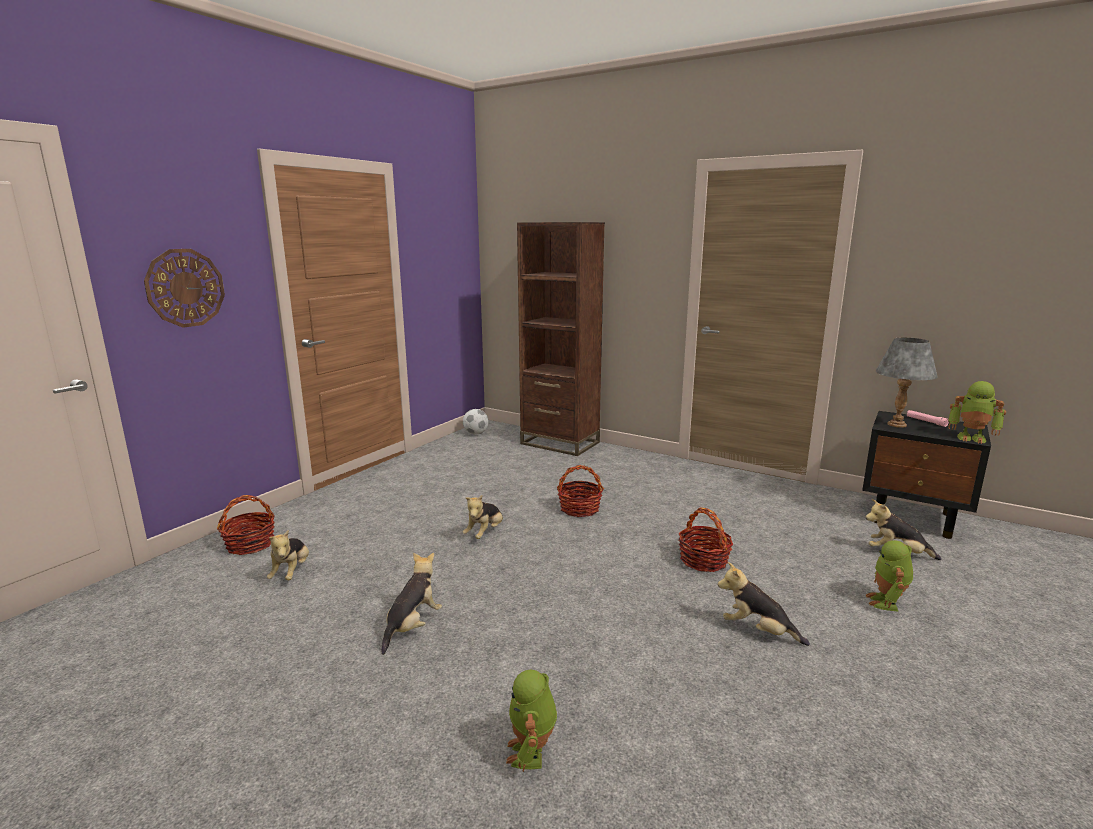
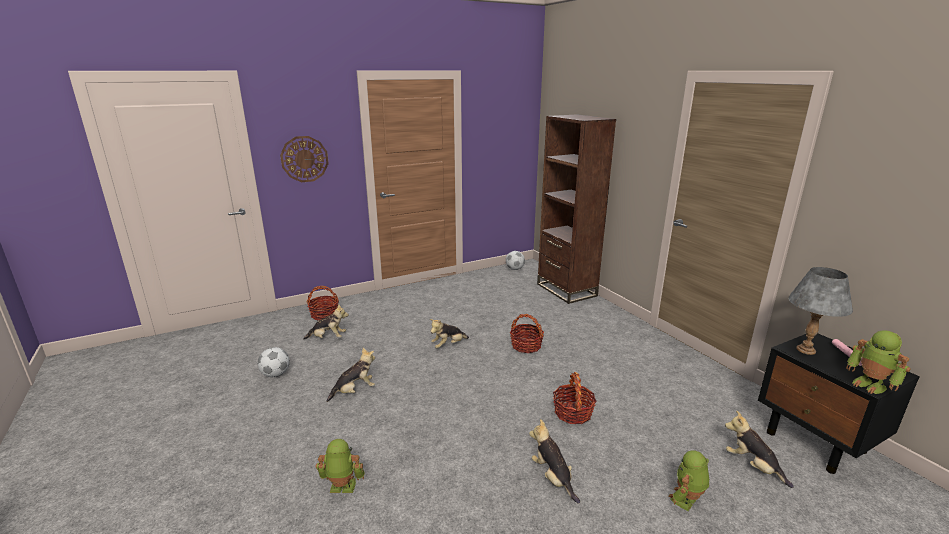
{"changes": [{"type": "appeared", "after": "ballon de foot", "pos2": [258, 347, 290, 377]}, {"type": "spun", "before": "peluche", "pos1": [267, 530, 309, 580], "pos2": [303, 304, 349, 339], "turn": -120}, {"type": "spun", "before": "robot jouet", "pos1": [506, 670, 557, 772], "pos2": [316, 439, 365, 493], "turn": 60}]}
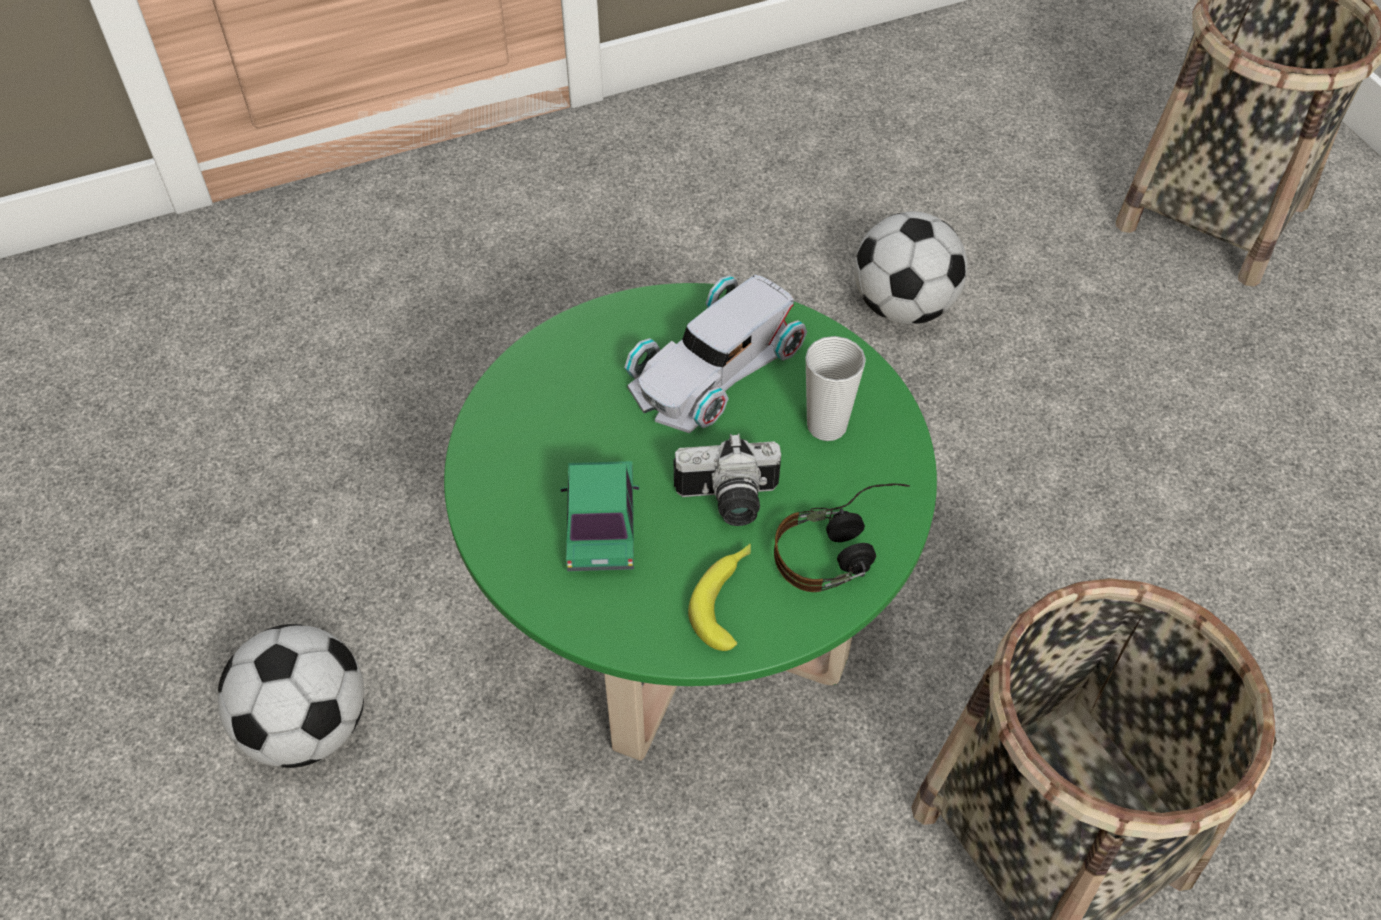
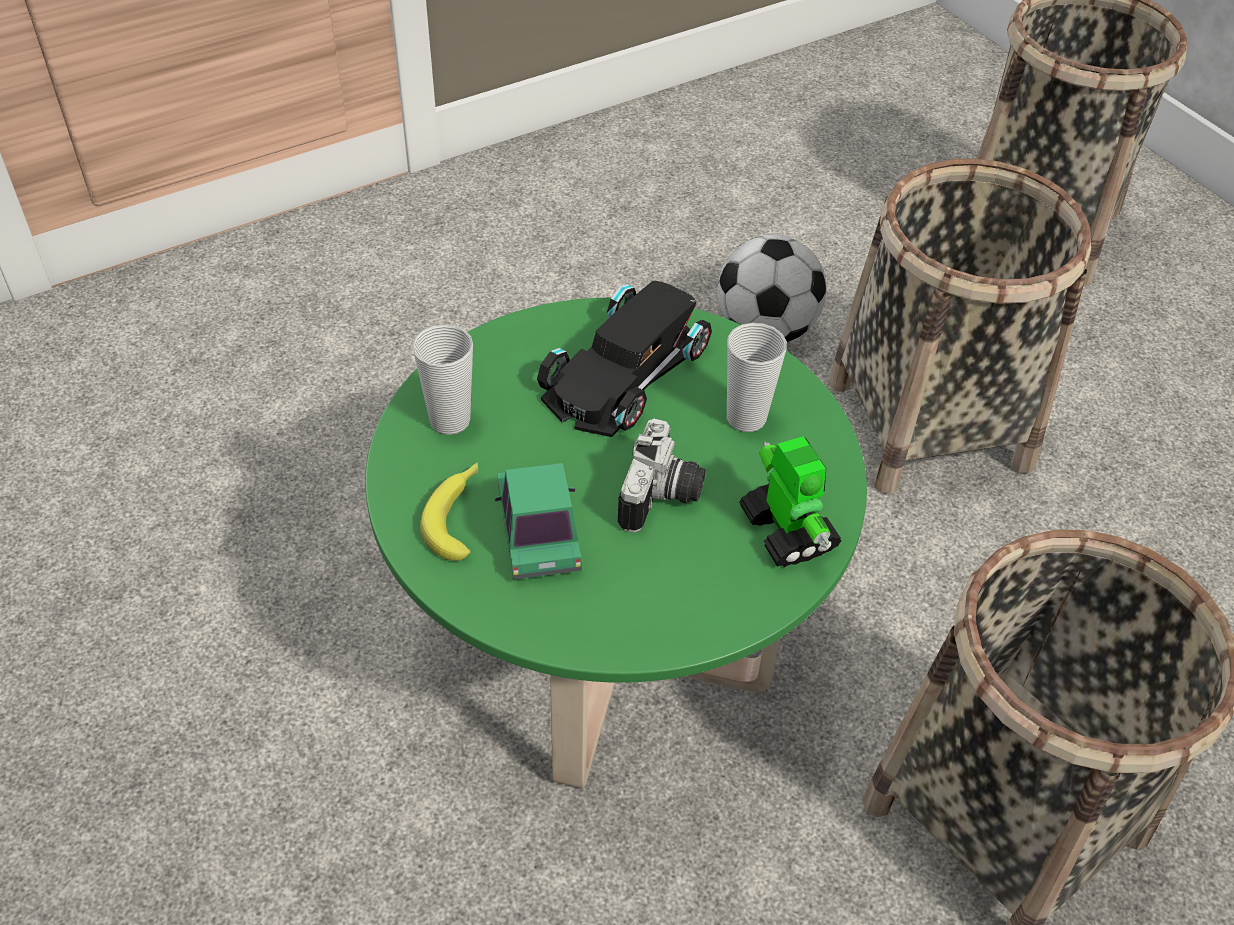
{"changes": [{"type": "missing", "before": "ballon de foot", "pos1": [218, 624, 364, 768]}, {"type": "appeared", "after": "tasse", "pos2": [412, 324, 473, 435]}, {"type": "appeared", "after": "panier", "pos2": [828, 159, 1091, 494]}, {"type": "relocated", "before": "banane", "pos1": [688, 544, 751, 651], "pos2": [420, 463, 478, 561]}, {"type": "exchanged", "before": "casque audio", "after": "robot jouet", "pos1": [774, 483, 910, 592], "pos2": [739, 436, 841, 567]}, {"type": "colour", "before": "petite voiture/blanc", "after": "petite voiture/noir", "pos1": [624, 275, 807, 433], "pos2": [537, 281, 712, 437]}, {"type": "spun", "before": "appareil photo", "pos1": [674, 433, 781, 526], "pos2": [618, 419, 706, 533], "turn": -60}]}
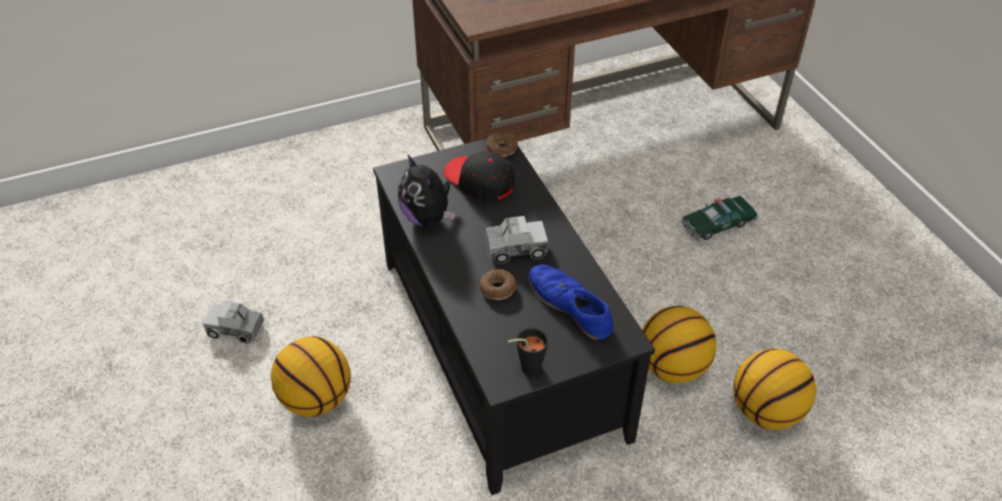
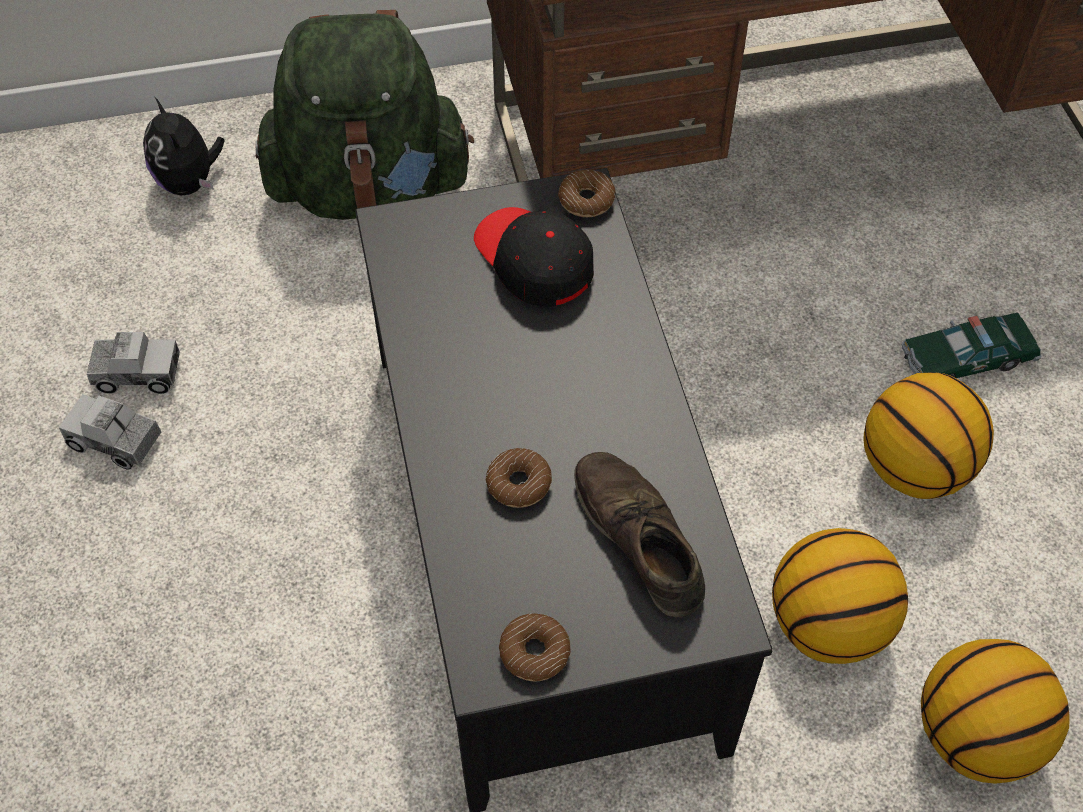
{"changes": [{"type": "appeared", "after": "sac à dos/vert", "pos2": [255, 10, 474, 220]}, {"type": "relocated", "before": "ballon de basket", "pos1": [271, 336, 351, 417], "pos2": [863, 372, 994, 499]}, {"type": "relocated", "before": "peluche", "pos1": [398, 155, 455, 227], "pos2": [143, 98, 225, 196]}, {"type": "relocated", "before": "camion jouet", "pos1": [485, 216, 548, 264], "pos2": [87, 332, 180, 394]}, {"type": "exchanged", "before": "tasse/noir", "after": "beignet", "pos1": [508, 328, 548, 376], "pos2": [499, 613, 571, 681]}, {"type": "colour", "before": "chaussure/bleu", "after": "chaussure/marron", "pos1": [528, 265, 613, 340], "pos2": [574, 452, 705, 617]}]}
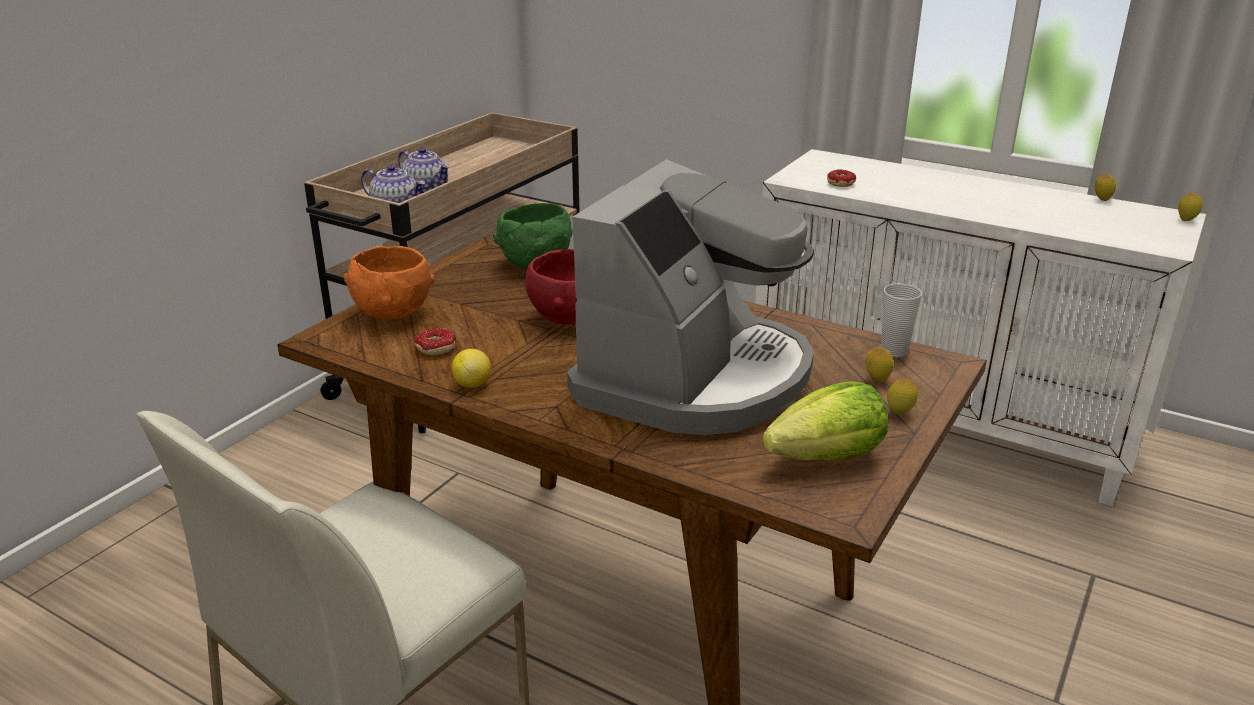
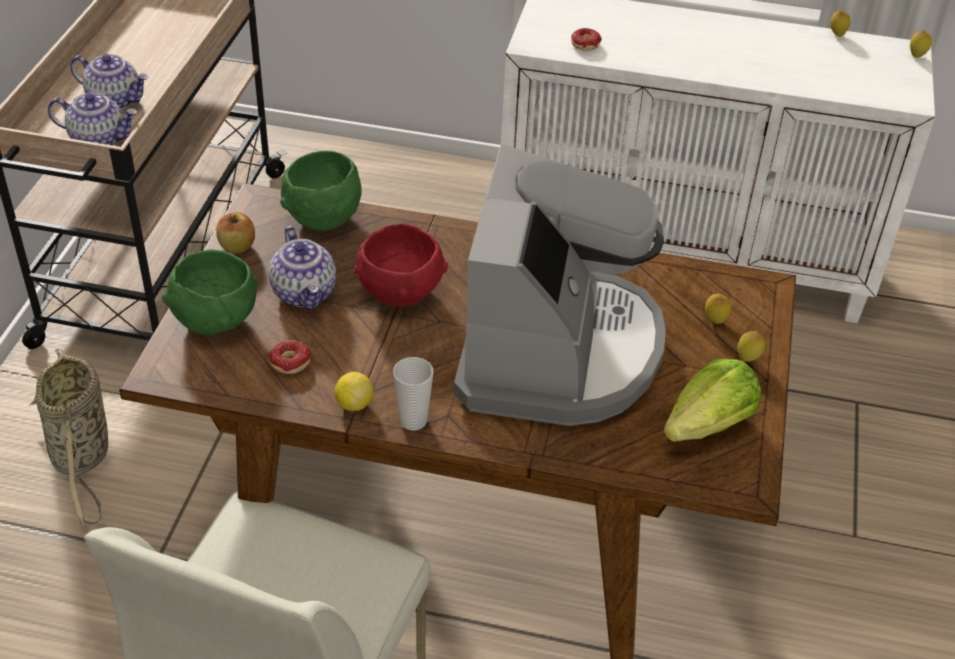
{"changes": [{"type": "appeared", "after": "panier", "pos2": [29, 349, 108, 525]}, {"type": "appeared", "after": "pomme", "pos2": [216, 212, 255, 254]}, {"type": "appeared", "after": "théière", "pos2": [269, 226, 336, 310]}, {"type": "relocated", "before": "tasse", "pos1": [881, 283, 922, 358], "pos2": [393, 357, 433, 431]}, {"type": "colour", "before": "bol/orange", "after": "bol/vert", "pos1": [344, 246, 435, 319], "pos2": [162, 249, 258, 335]}]}
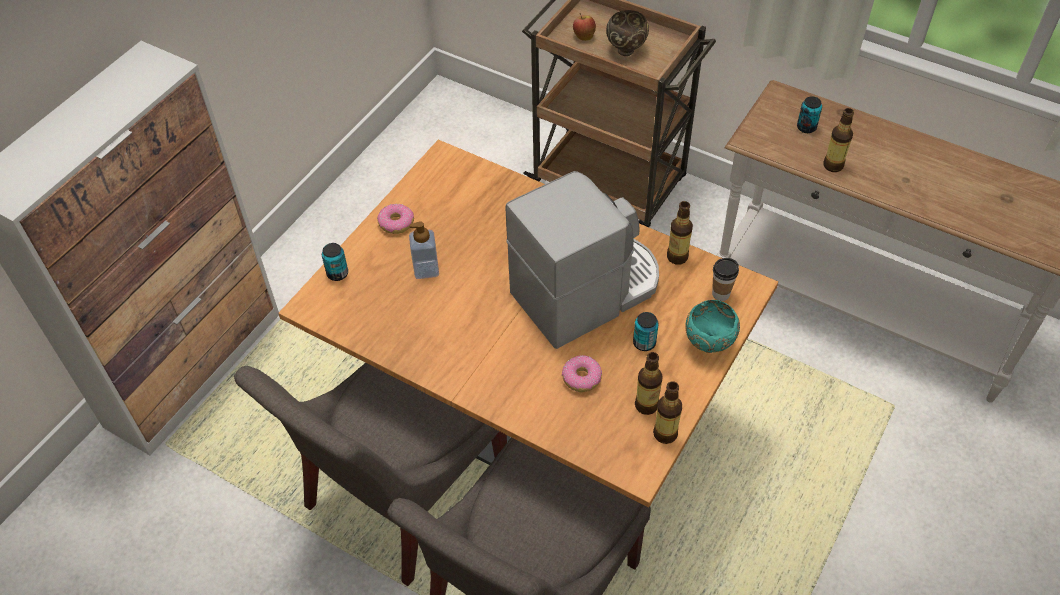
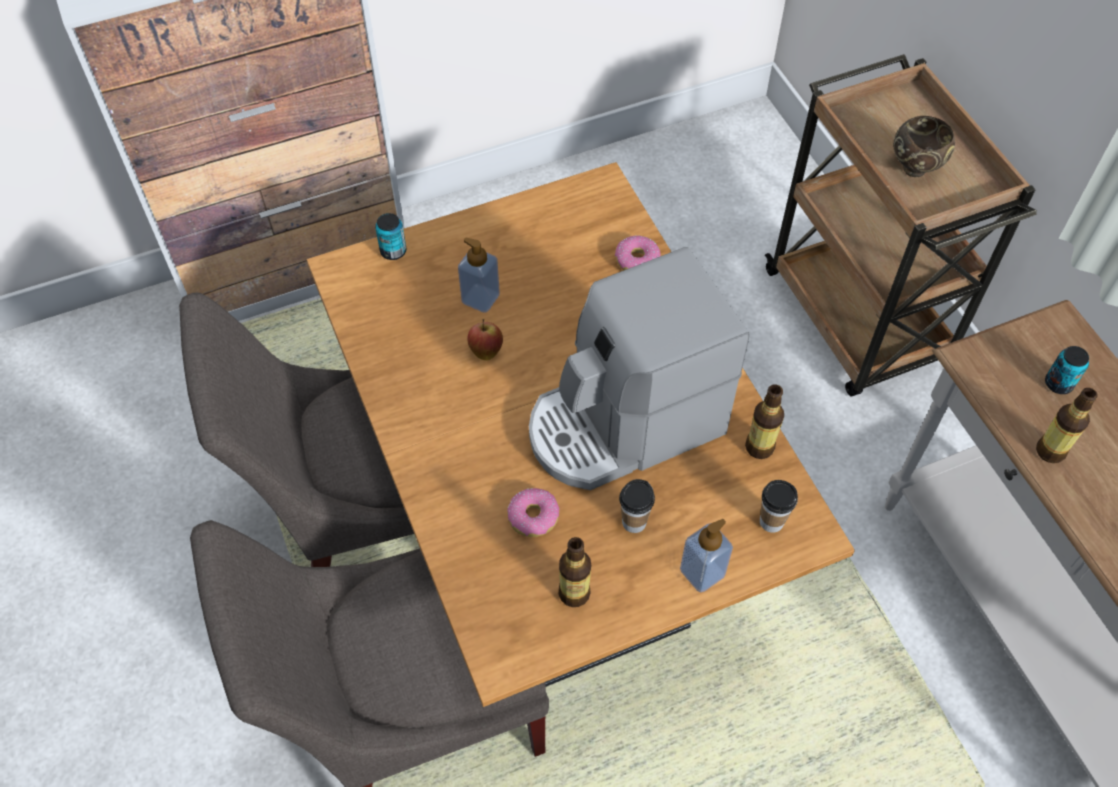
{"changes": [{"type": "missing", "before": "bouteille", "pos1": [653, 381, 682, 444]}, {"type": "relocated", "before": "beignet", "pos1": [377, 204, 414, 234], "pos2": [615, 235, 661, 270]}, {"type": "relocated", "before": "pomme", "pos1": [573, 13, 596, 41], "pos2": [468, 319, 503, 361]}, {"type": "exchanged", "before": "boîte métallique", "after": "tasse", "pos1": [633, 312, 659, 351], "pos2": [619, 479, 655, 533]}, {"type": "exchanged", "before": "bol/turquoise", "after": "distributeur de savon", "pos1": [685, 300, 740, 353], "pos2": [680, 519, 733, 592]}, {"type": "spun", "before": "machine à café", "pos1": [505, 171, 659, 349], "pos2": [529, 247, 749, 490], "turn": 150}]}
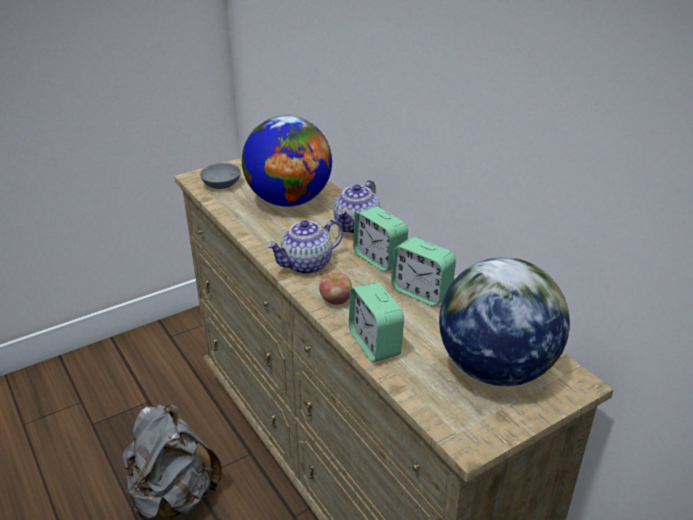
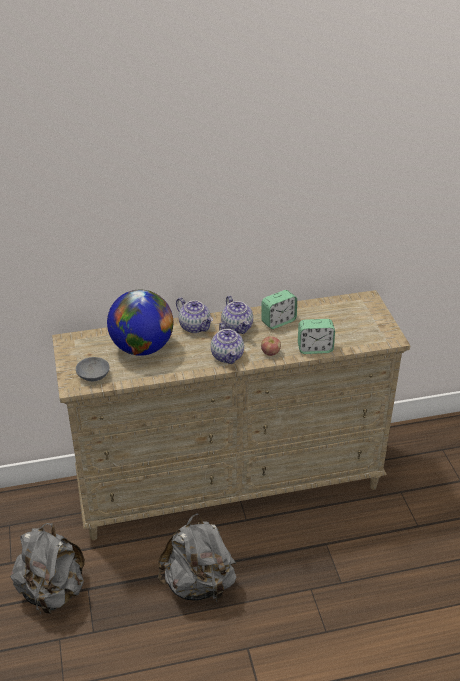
{"changes": [{"type": "missing", "before": "globe", "pos1": [439, 257, 570, 386]}, {"type": "appeared", "after": "sac à dos/gris", "pos2": [10, 523, 85, 616]}, {"type": "exchanged", "before": "réveil", "after": "théière", "pos1": [353, 206, 408, 272], "pos2": [221, 296, 253, 334]}]}
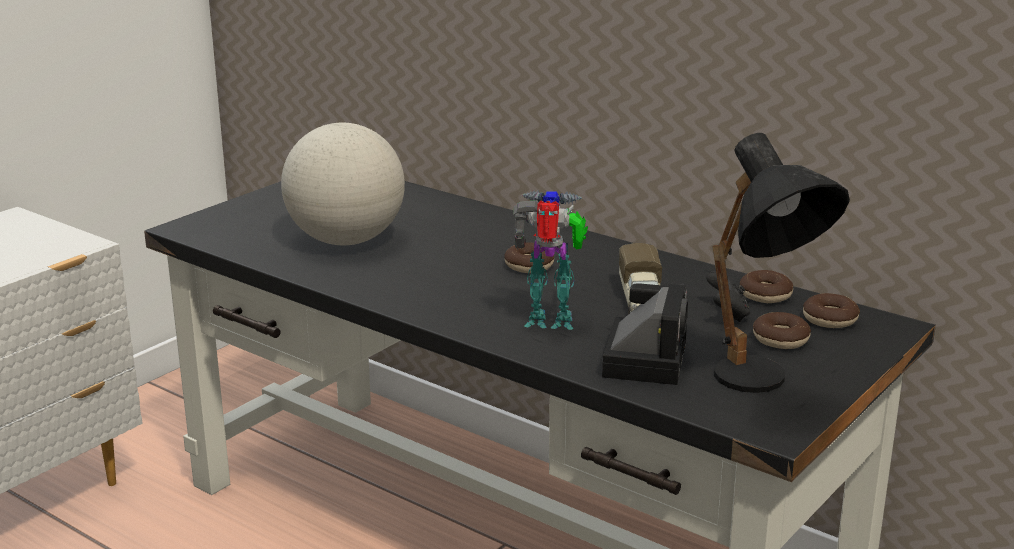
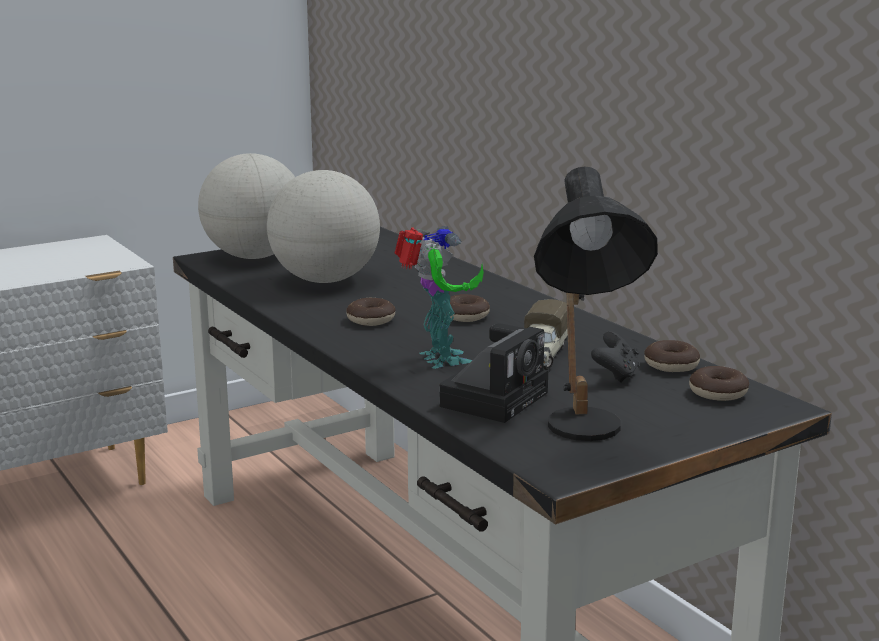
{"changes": [{"type": "appeared", "after": "globe", "pos2": [198, 153, 295, 259]}, {"type": "relocated", "before": "beignet", "pos1": [753, 312, 811, 349], "pos2": [346, 298, 395, 326]}, {"type": "spun", "before": "robot jouet", "pos1": [513, 190, 588, 330], "pos2": [394, 226, 484, 369], "turn": 45}]}
